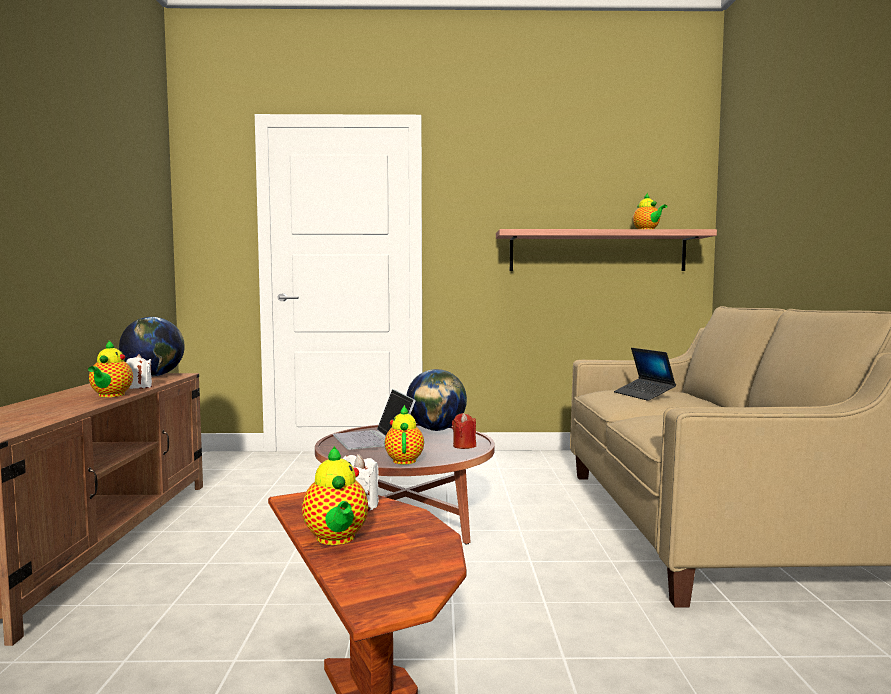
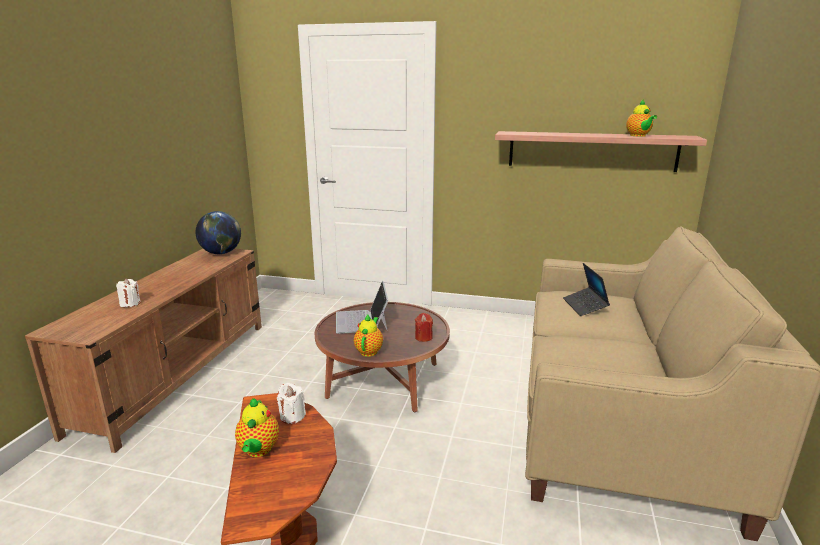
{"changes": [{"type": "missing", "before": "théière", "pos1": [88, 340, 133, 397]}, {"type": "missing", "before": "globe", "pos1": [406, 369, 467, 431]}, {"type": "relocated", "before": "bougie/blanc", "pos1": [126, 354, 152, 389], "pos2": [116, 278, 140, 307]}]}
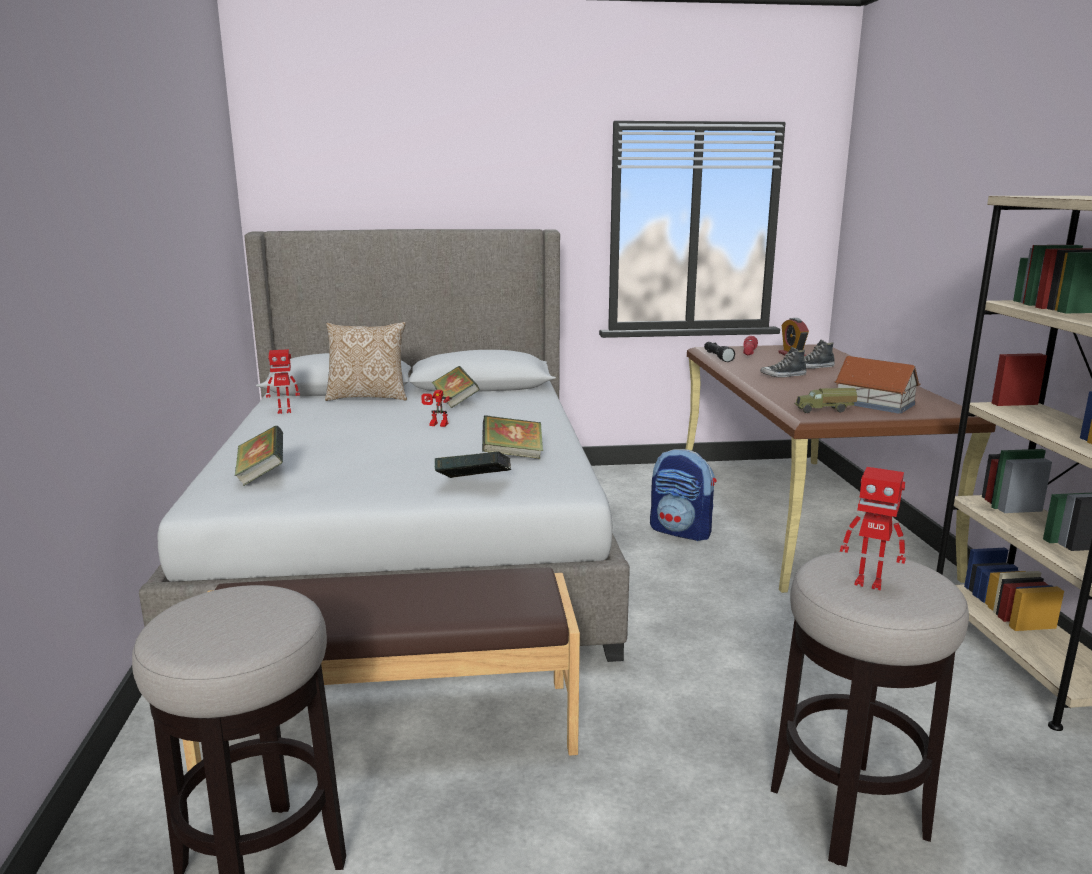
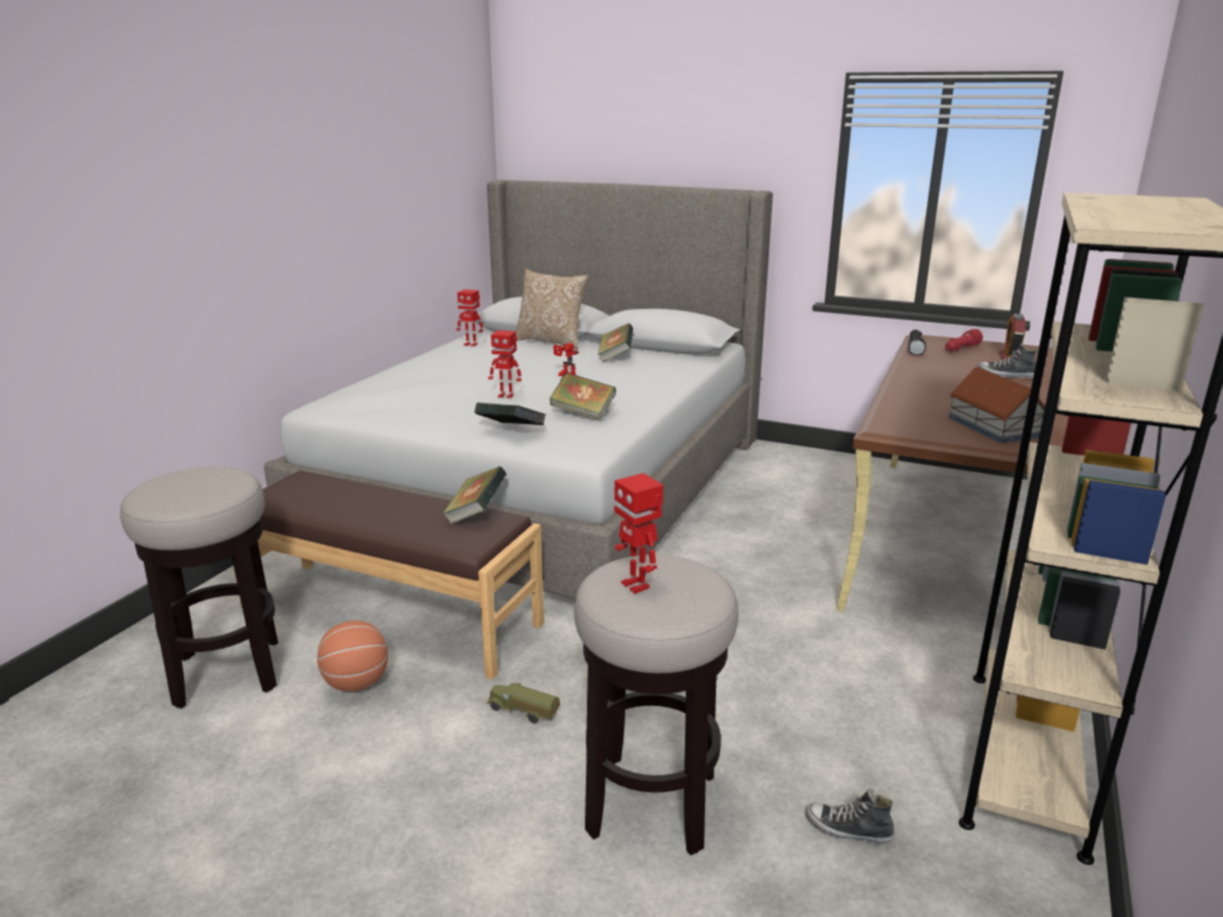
{"changes": [{"type": "missing", "before": "sac à dos", "pos1": [650, 449, 716, 541]}, {"type": "appeared", "after": "ballon de basket", "pos2": [317, 620, 388, 692]}, {"type": "appeared", "after": "robot jouet", "pos2": [488, 330, 522, 399]}, {"type": "relocated", "before": "livre", "pos1": [235, 426, 283, 486], "pos2": [442, 467, 507, 525]}, {"type": "relocated", "before": "chaussure", "pos1": [760, 347, 806, 377], "pos2": [805, 789, 894, 844]}, {"type": "relocated", "before": "camion jouet", "pos1": [794, 388, 857, 413], "pos2": [486, 683, 560, 723]}]}
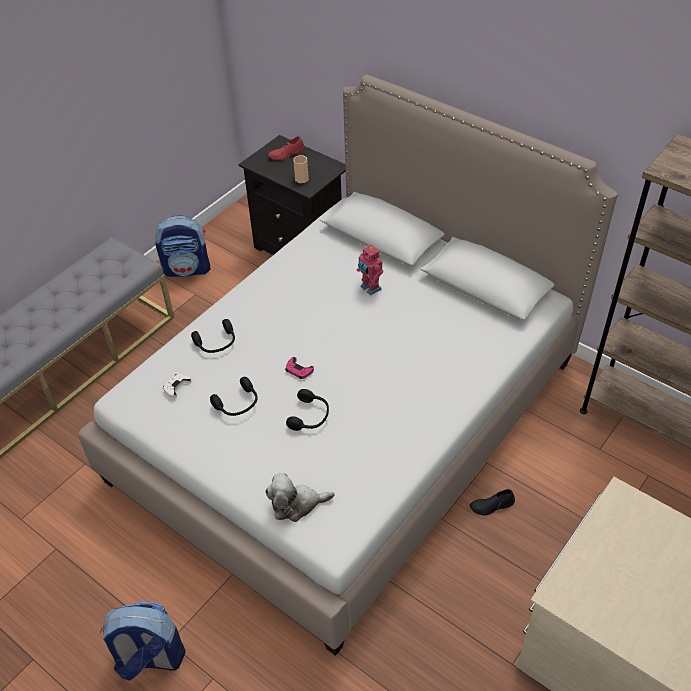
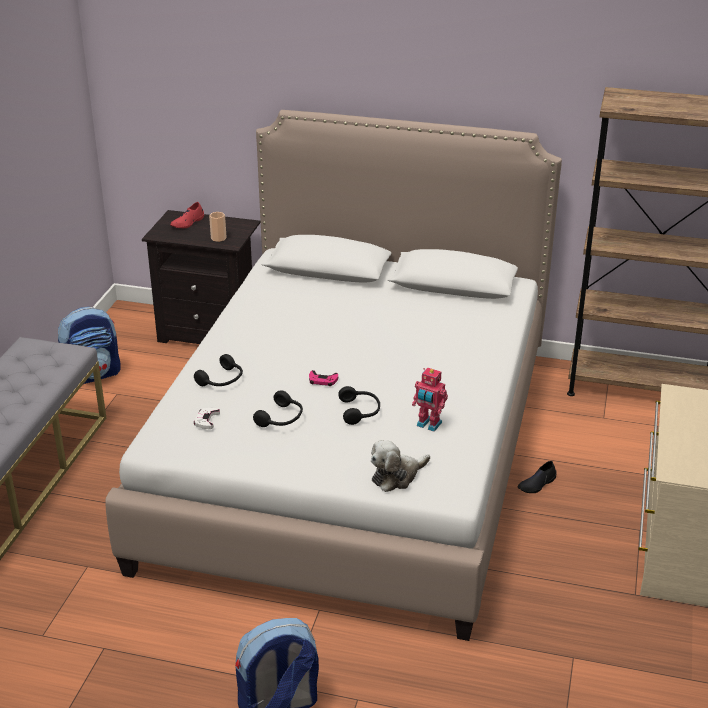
{"changes": [{"type": "relocated", "before": "robot jouet", "pos1": [357, 245, 383, 296], "pos2": [412, 368, 448, 432]}]}
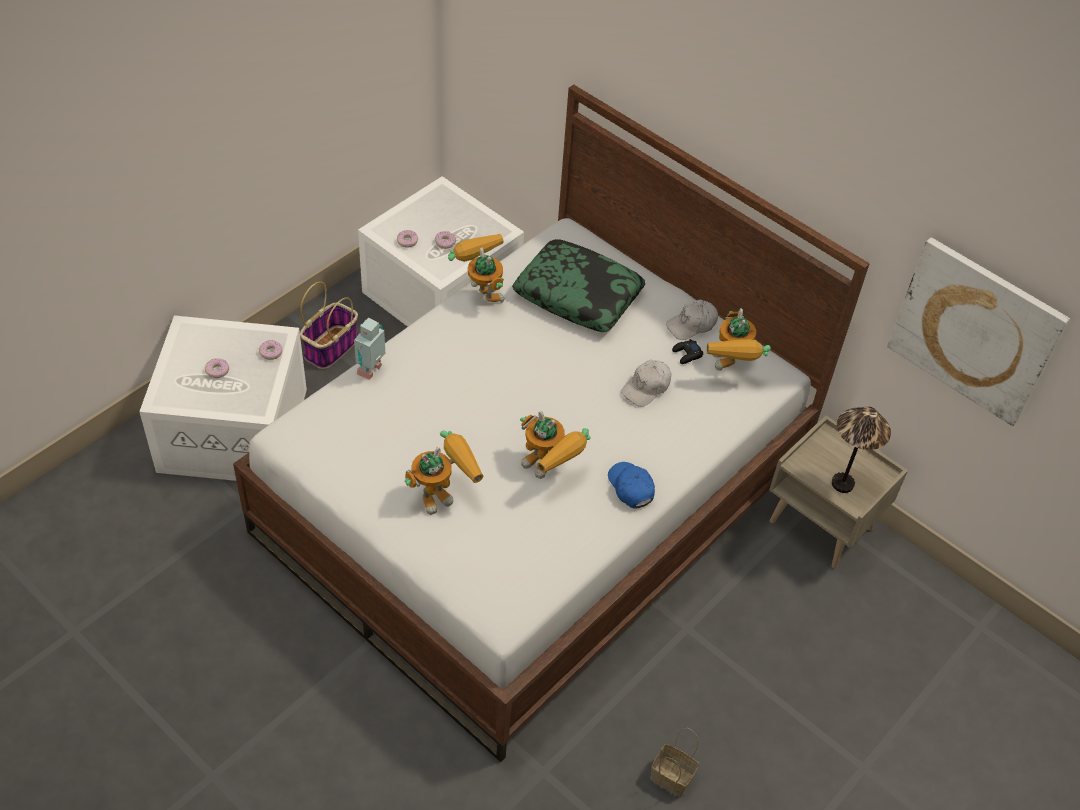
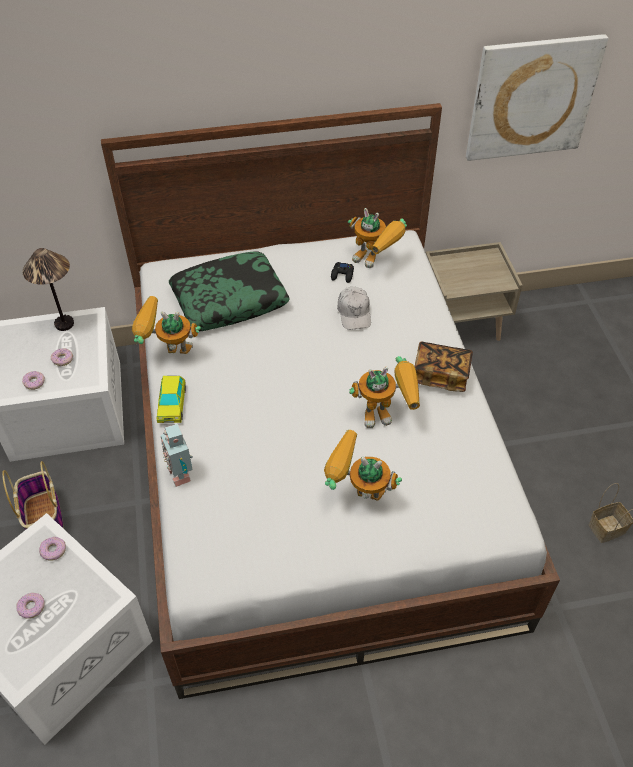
{"changes": [{"type": "missing", "before": "casquette/blanc", "pos1": [666, 300, 718, 340]}, {"type": "appeared", "after": "petite voiture", "pos2": [157, 376, 186, 423]}, {"type": "relocated", "before": "lampe de table", "pos1": [832, 407, 891, 493], "pos2": [22, 248, 74, 331]}, {"type": "exchanged", "before": "casquette/bleu", "after": "livre", "pos1": [608, 462, 655, 509], "pos2": [414, 341, 473, 392]}, {"type": "spun", "before": "robot jouet", "pos1": [405, 430, 484, 515], "pos2": [324, 430, 402, 501], "turn": -75}]}
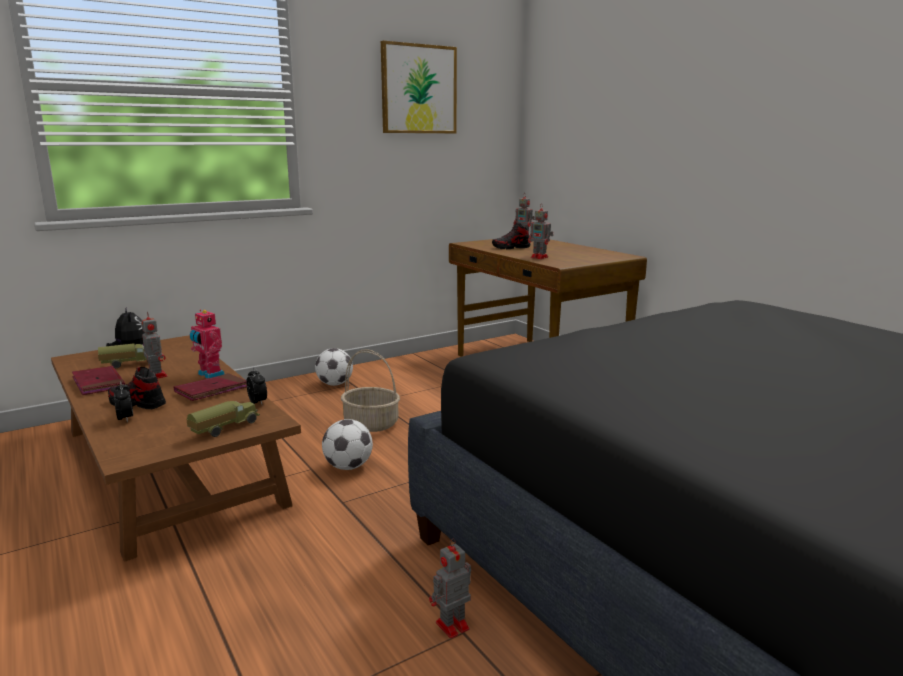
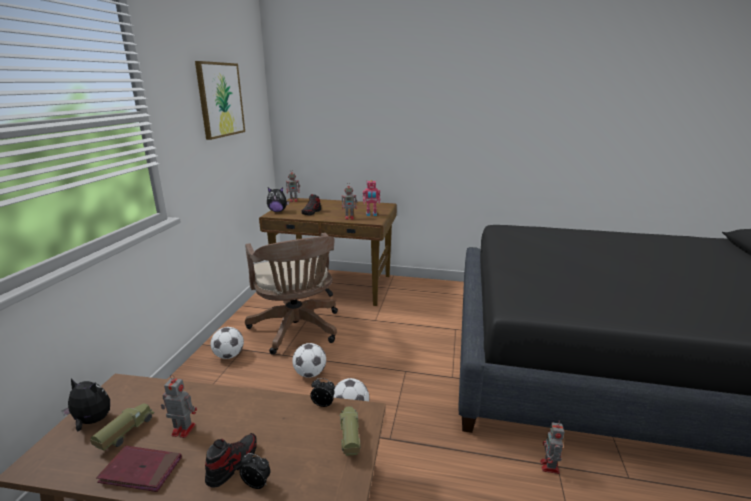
{"changes": [{"type": "missing", "before": "livre/rouge", "pos1": [174, 373, 247, 401]}, {"type": "appeared", "after": "chaise de bureau/marron", "pos2": [245, 233, 338, 355]}, {"type": "appeared", "after": "peluche", "pos2": [267, 187, 289, 212]}, {"type": "relocated", "before": "robot jouet", "pos1": [190, 309, 225, 379], "pos2": [363, 180, 380, 216]}, {"type": "exchanged", "before": "panier", "after": "ballon de foot", "pos1": [341, 349, 400, 432], "pos2": [292, 343, 326, 378]}, {"type": "spun", "before": "chaussure", "pos1": [108, 367, 166, 409], "pos2": [205, 433, 256, 488], "turn": 150}]}
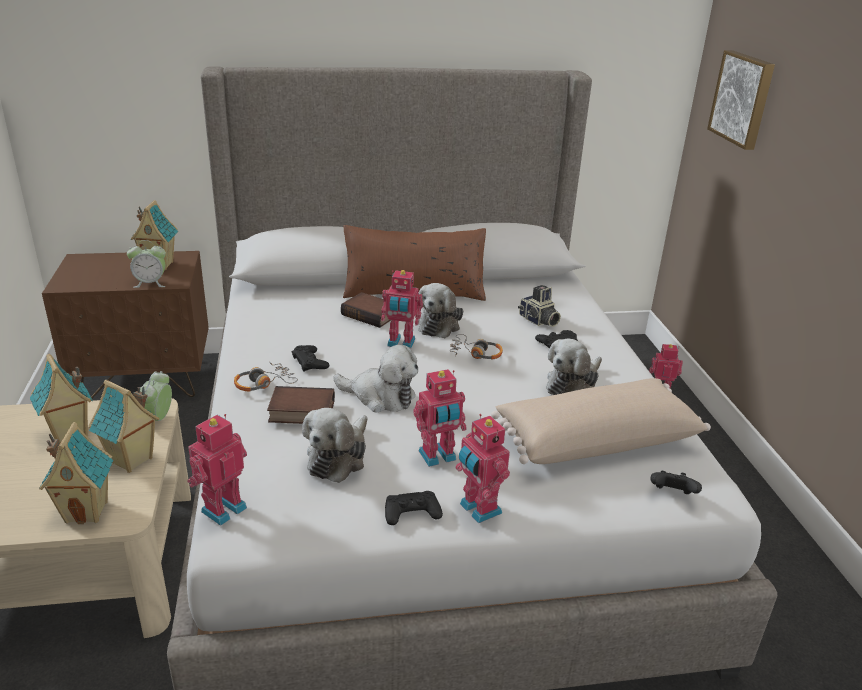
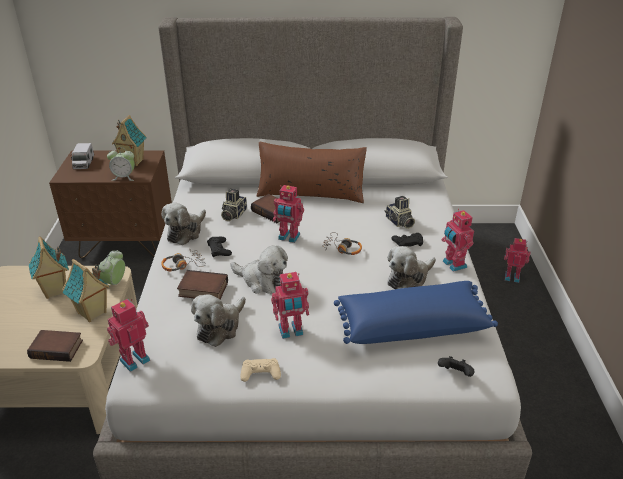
{"changes": [{"type": "missing", "before": "tableau", "pos1": [707, 50, 775, 150]}, {"type": "appeared", "after": "camion jouet", "pos2": [70, 143, 94, 169]}, {"type": "appeared", "after": "appareil photo", "pos2": [221, 189, 247, 221]}, {"type": "relocated", "before": "peluche", "pos1": [415, 283, 463, 338], "pos2": [162, 203, 206, 245]}, {"type": "relocated", "before": "robot jouet", "pos1": [455, 414, 510, 523], "pos2": [442, 209, 474, 272]}, {"type": "exchanged", "before": "maison miniature", "after": "livre", "pos1": [39, 422, 114, 524], "pos2": [27, 330, 83, 362]}, {"type": "colour", "before": "manette/noir", "after": "manette/beige", "pos1": [385, 491, 443, 525], "pos2": [240, 358, 281, 382]}, {"type": "colour", "before": "coussin/beige", "after": "coussin/bleu", "pos1": [491, 378, 711, 464], "pos2": [334, 281, 498, 344]}]}
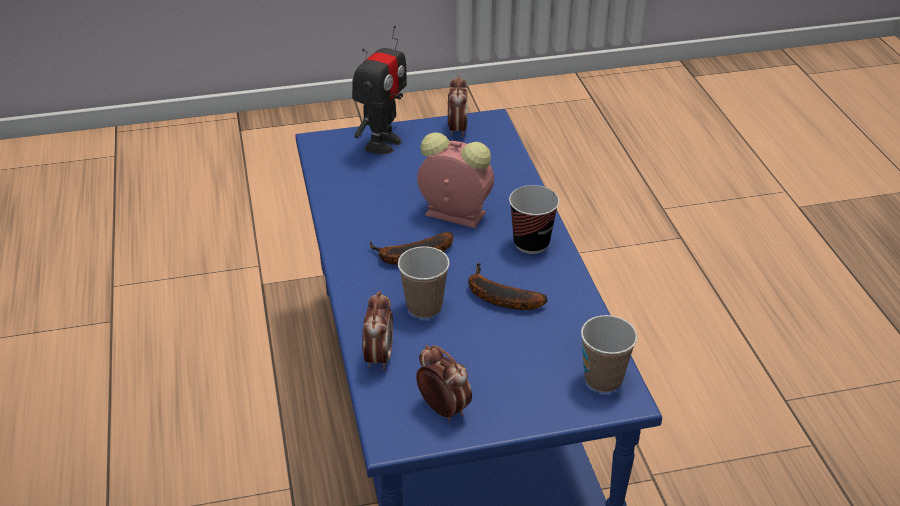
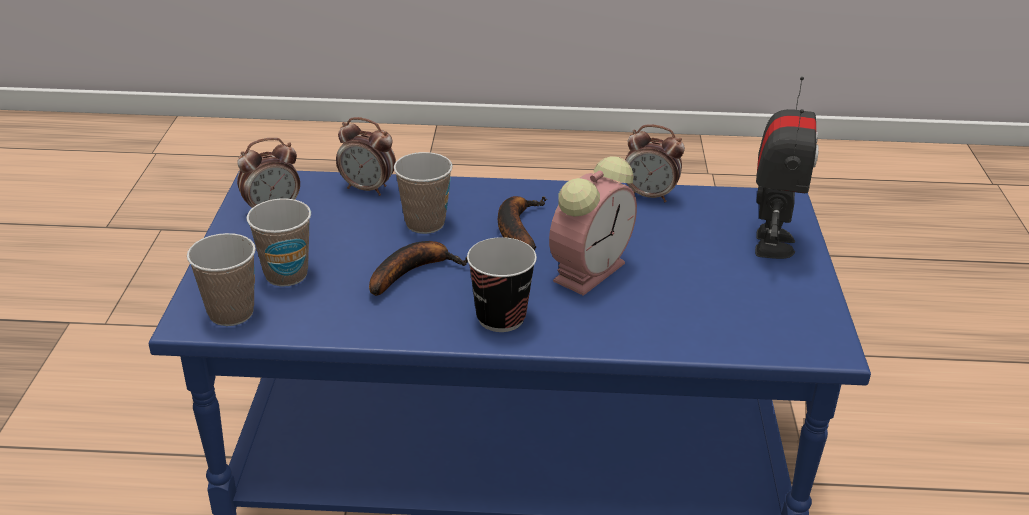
{"changes": [{"type": "appeared", "after": "tasse", "pos2": [247, 199, 311, 286]}, {"type": "relocated", "before": "réveil", "pos1": [448, 74, 468, 137], "pos2": [625, 124, 685, 202]}, {"type": "spun", "before": "robot jouet", "pos1": [352, 25, 407, 154], "pos2": [755, 76, 819, 259], "turn": -120}]}
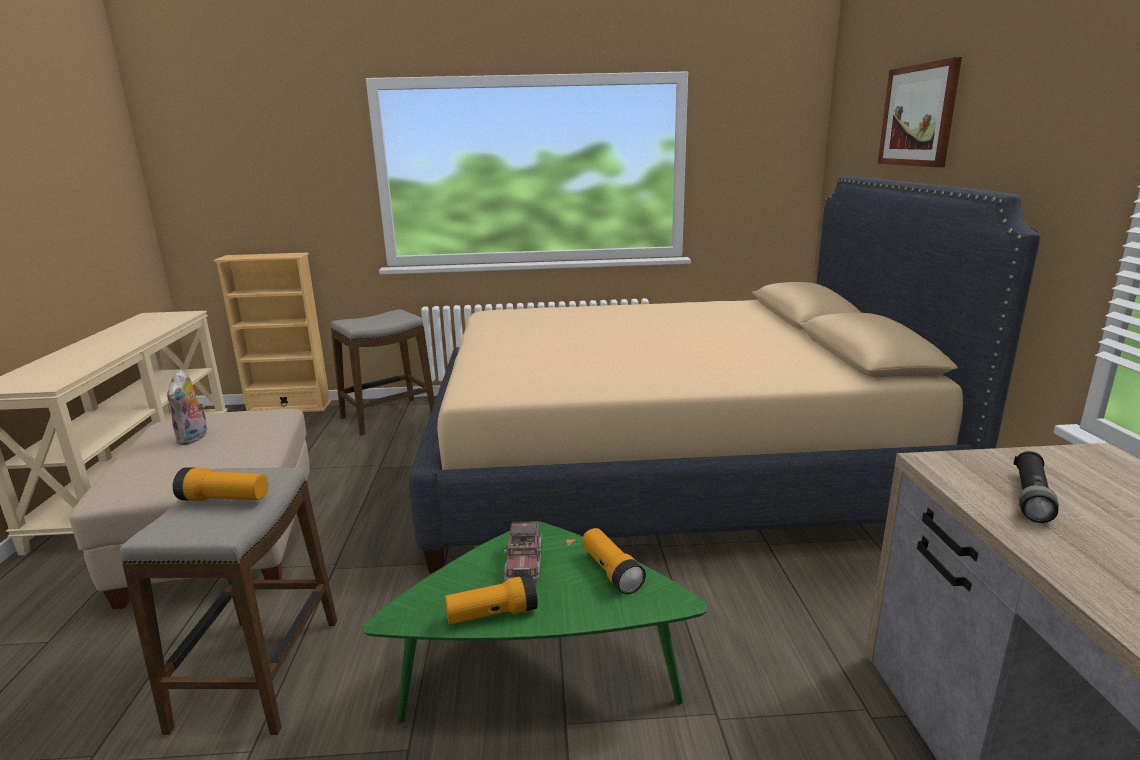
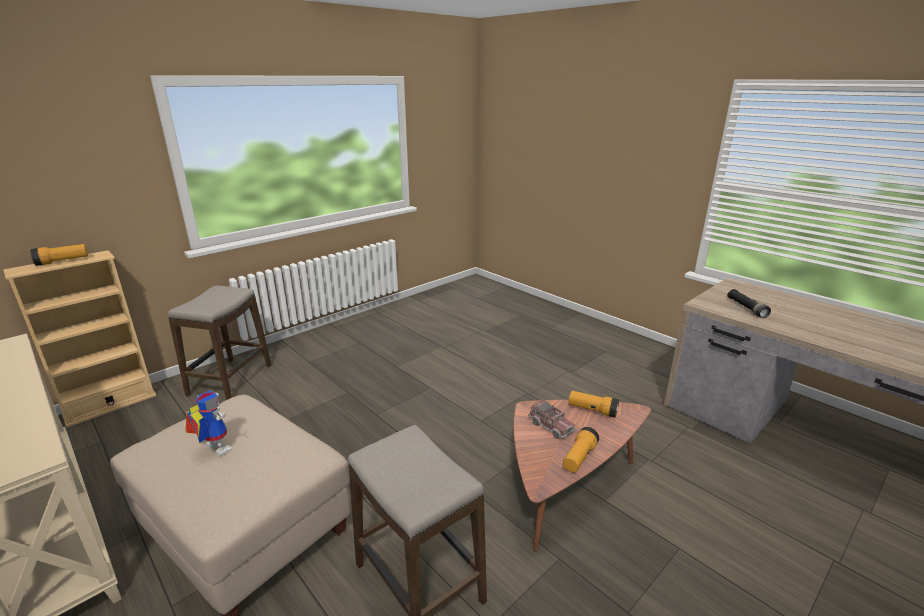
{"changes": [{"type": "missing", "before": "lit/beige", "pos1": [409, 176, 1041, 573]}, {"type": "missing", "before": "tableau", "pos1": [878, 57, 962, 167]}, {"type": "relocated", "before": "lampe de poche", "pos1": [173, 467, 268, 501], "pos2": [30, 244, 88, 266]}, {"type": "exchanged", "before": "peluche", "after": "robot jouet", "pos1": [167, 370, 207, 445], "pos2": [185, 390, 232, 456]}, {"type": "colour", "before": "table basse/vert", "after": "table basse/marron", "pos1": [362, 521, 708, 723], "pos2": [514, 399, 651, 551]}]}
